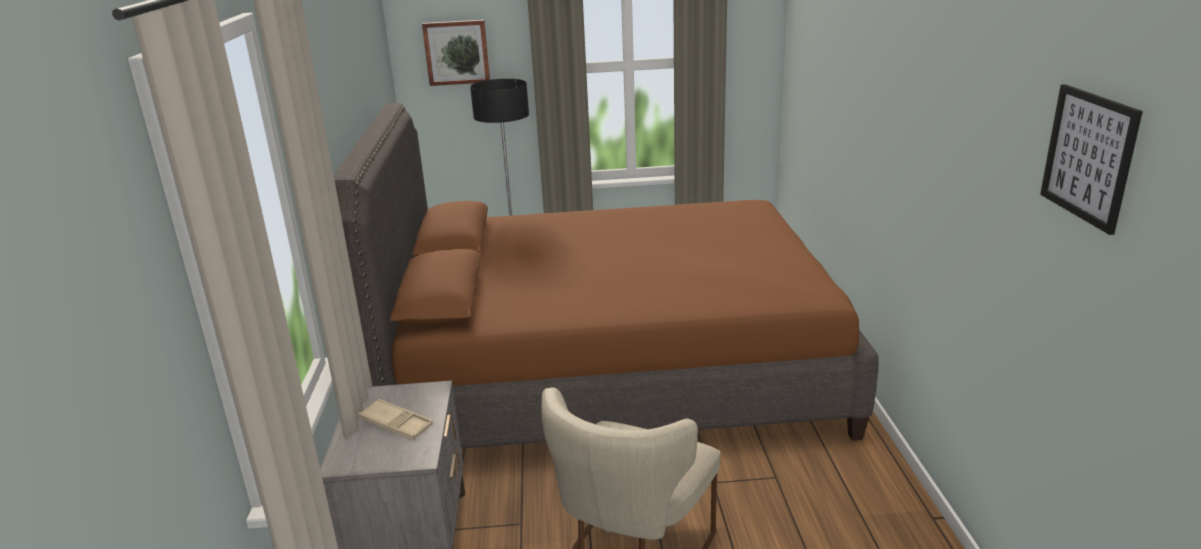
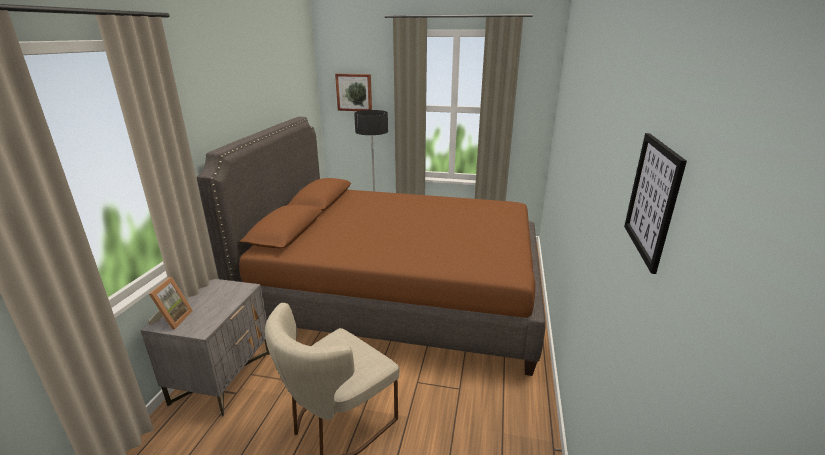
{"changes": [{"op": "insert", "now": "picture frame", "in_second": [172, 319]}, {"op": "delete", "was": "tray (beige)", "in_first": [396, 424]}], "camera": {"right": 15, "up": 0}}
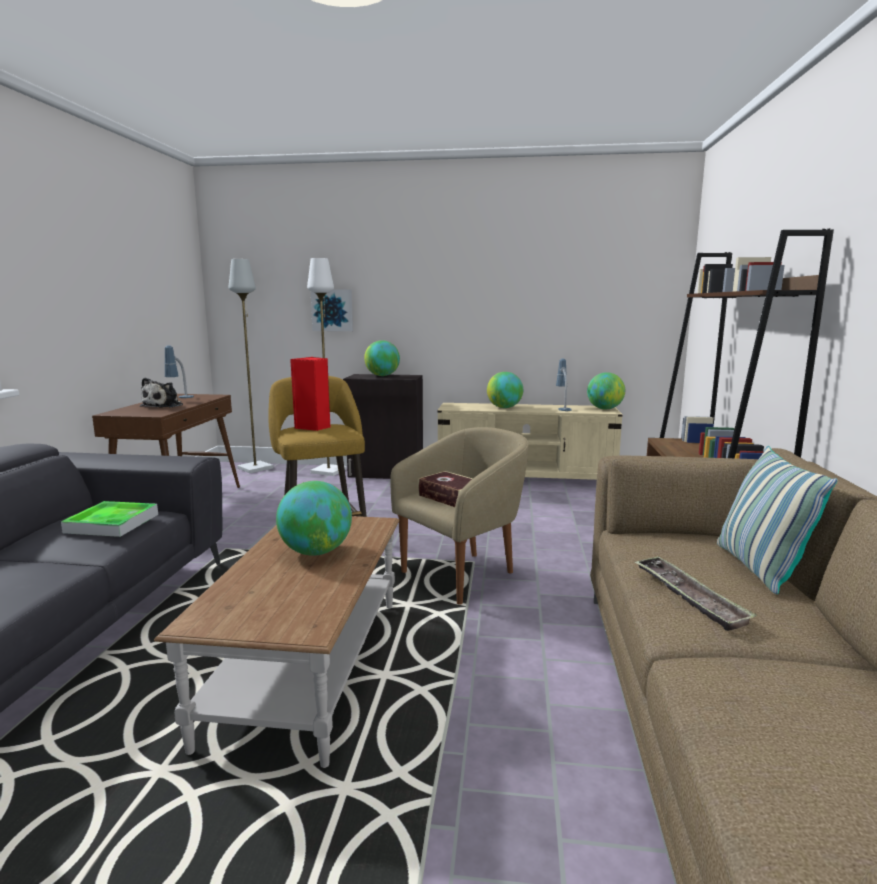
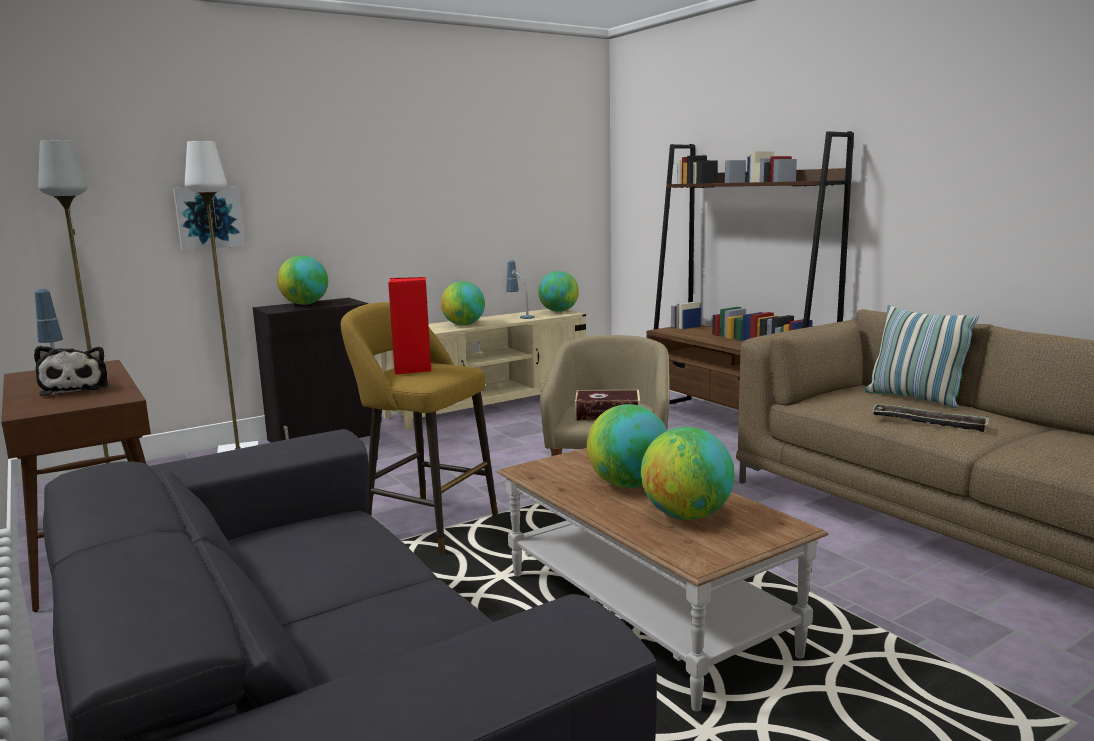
{"changes": [{"op": "insert", "now": "globe", "in_second": [686, 516]}, {"op": "delete", "was": "tray", "in_first": [112, 523]}], "camera": {"right": -40, "up": 0}}
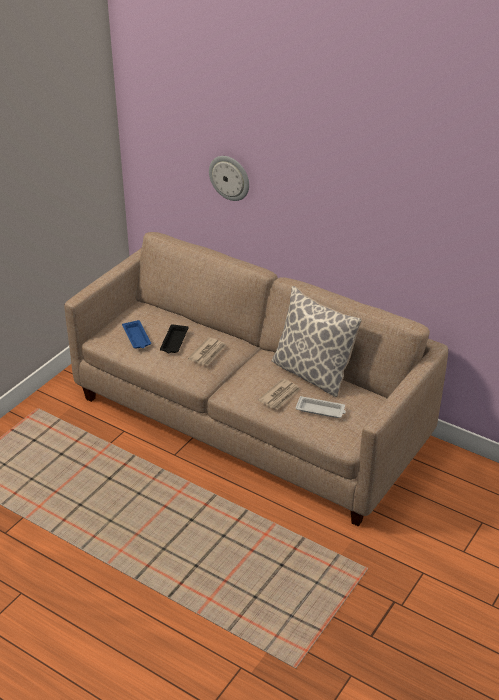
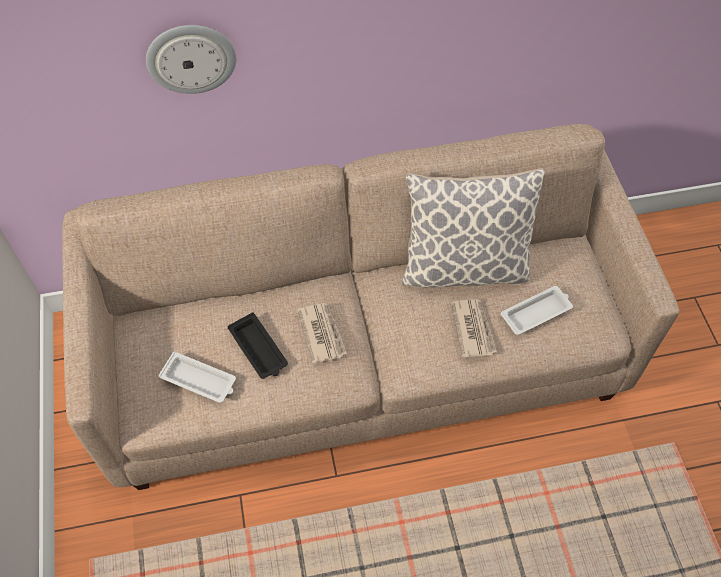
{"changes": [{"op": "recolor", "was": "tray (blue)", "now": "tray (white)", "in_first": [137, 337], "in_second": [200, 380]}], "camera": {"right": -45, "up": 20}}
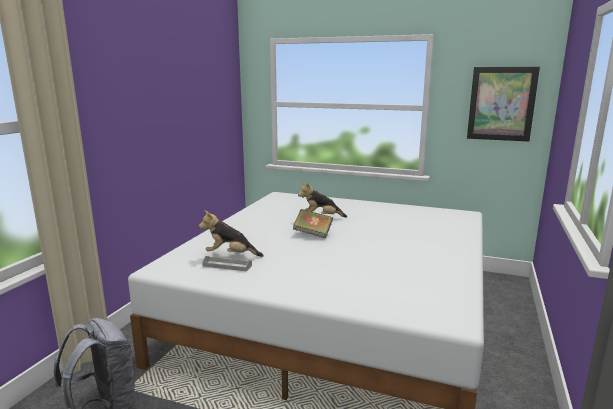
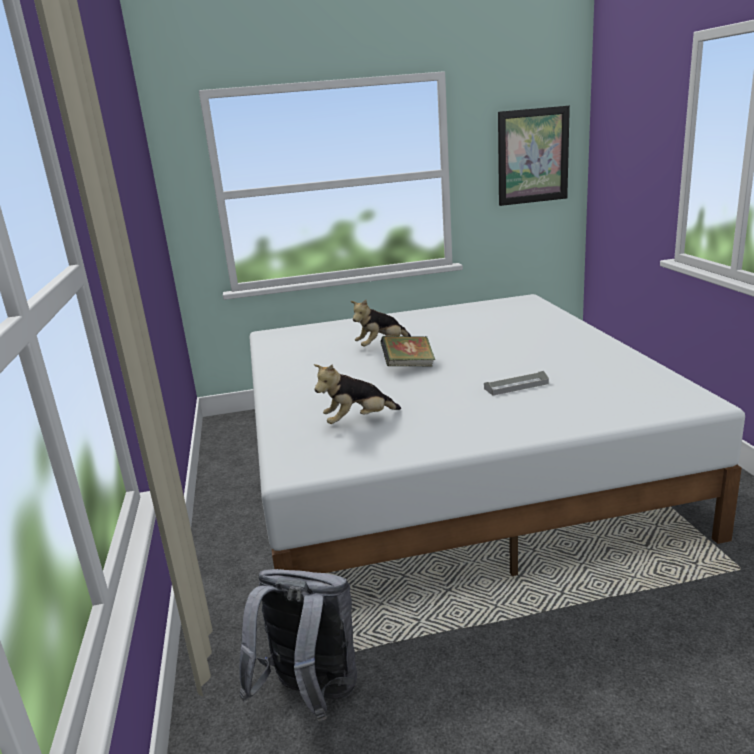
{"changes": [{"op": "move", "was": "tray (grey)", "in_first": [227, 265], "in_second": [516, 386]}], "camera": {"right": -30, "up": 5}}
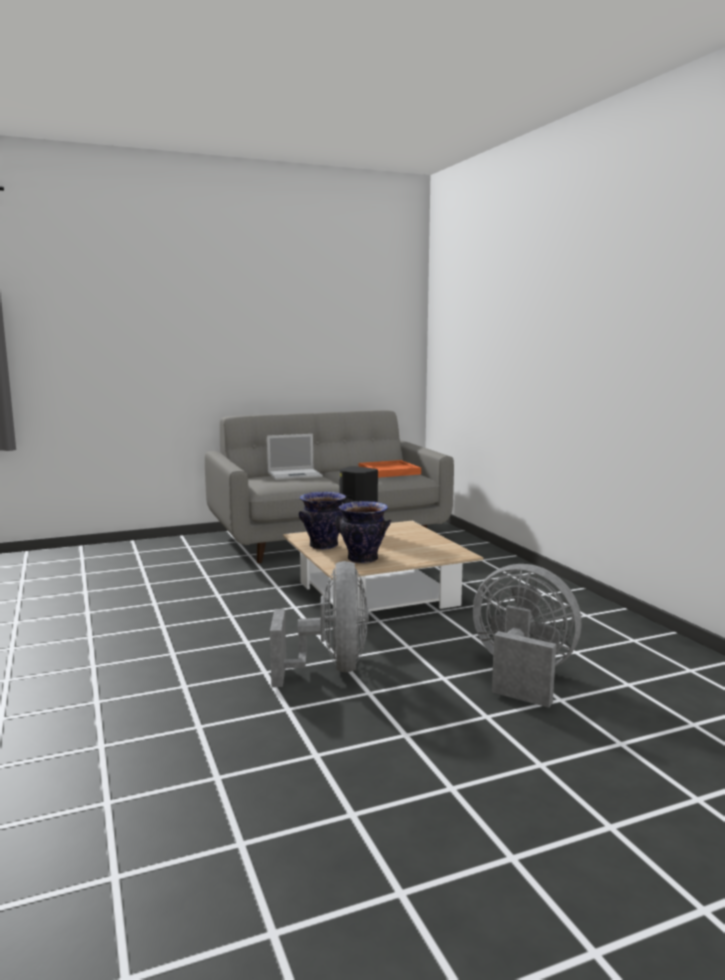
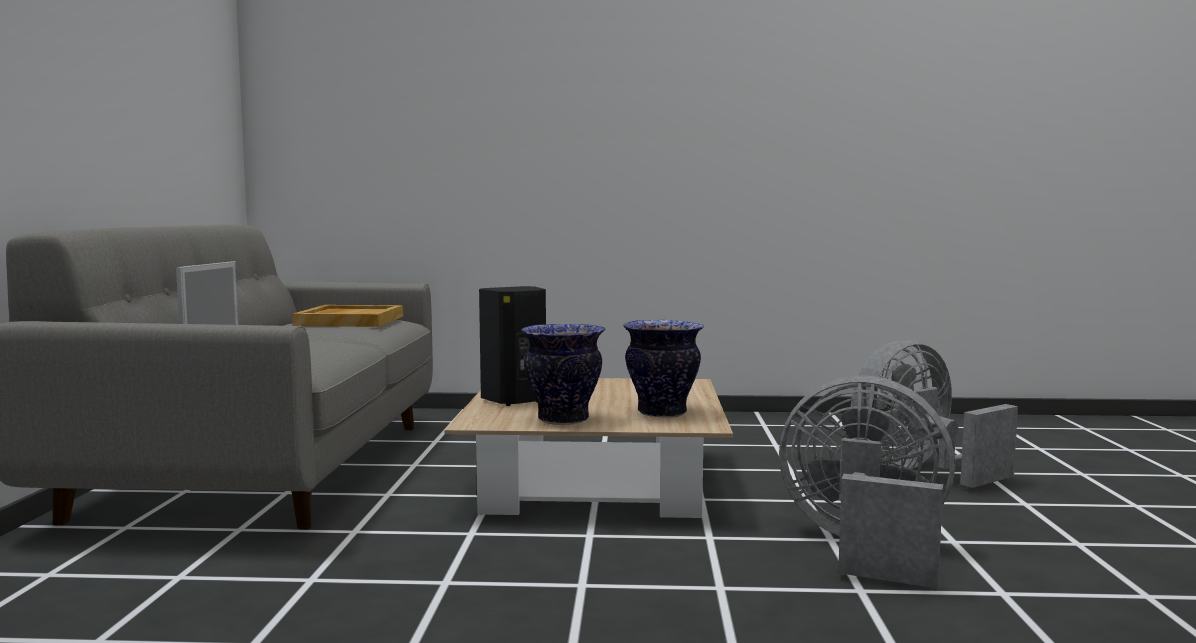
{"changes": [{"op": "recolor", "was": "tray (orange)", "now": "tray (beige)", "in_first": [389, 471], "in_second": [349, 321]}], "camera": {"right": -65, "up": -5}}
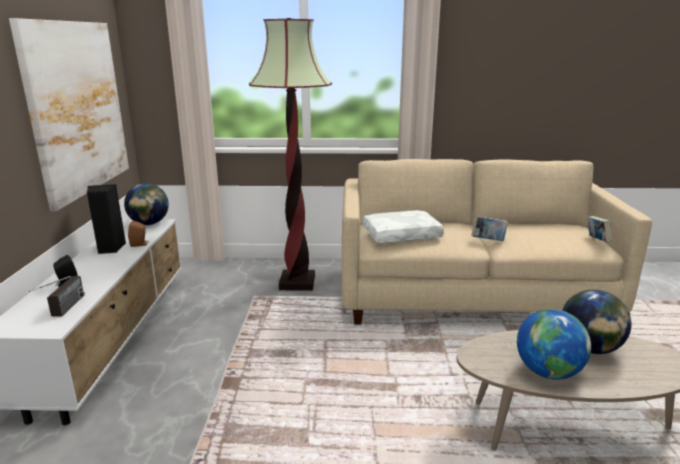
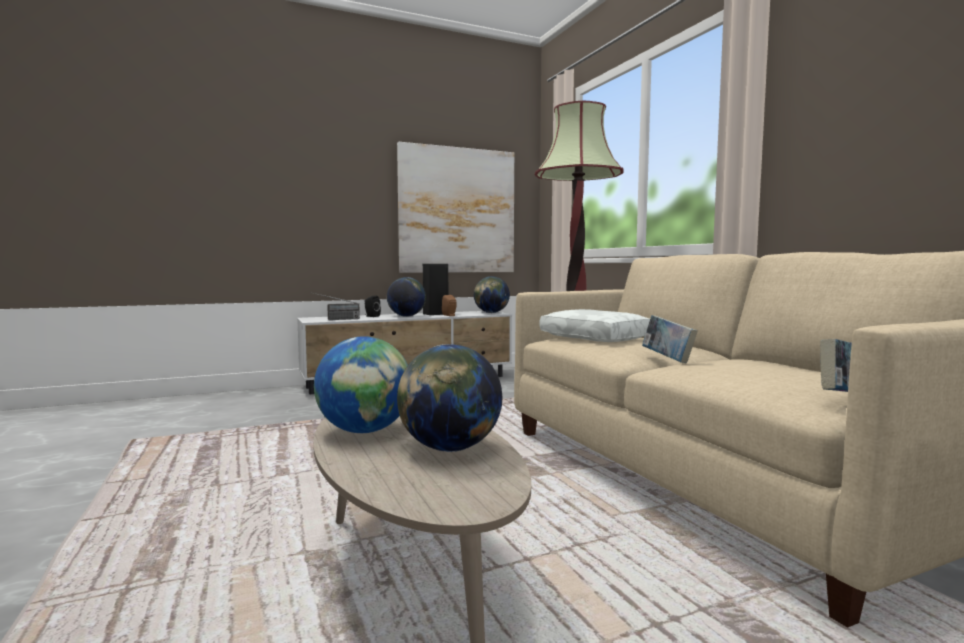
{"changes": [{"op": "insert", "now": "globe", "in_second": [406, 316]}], "camera": {"right": 65, "up": -15}}
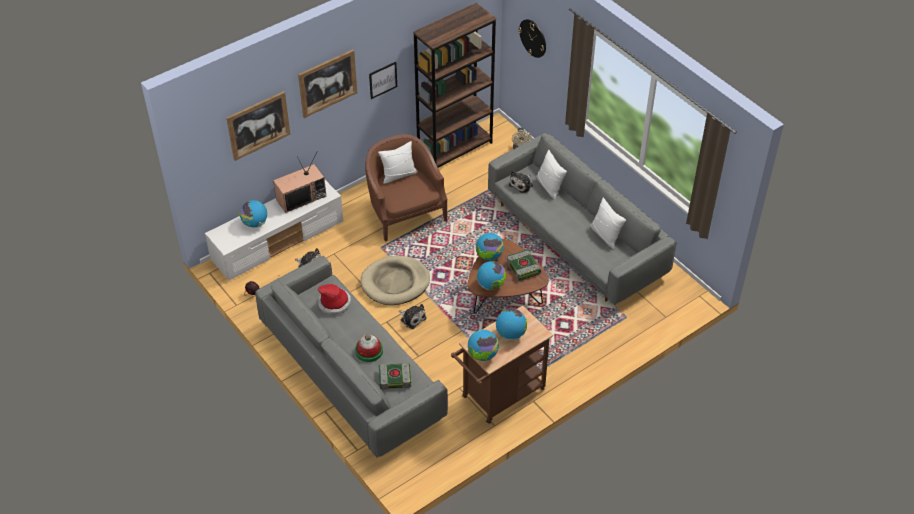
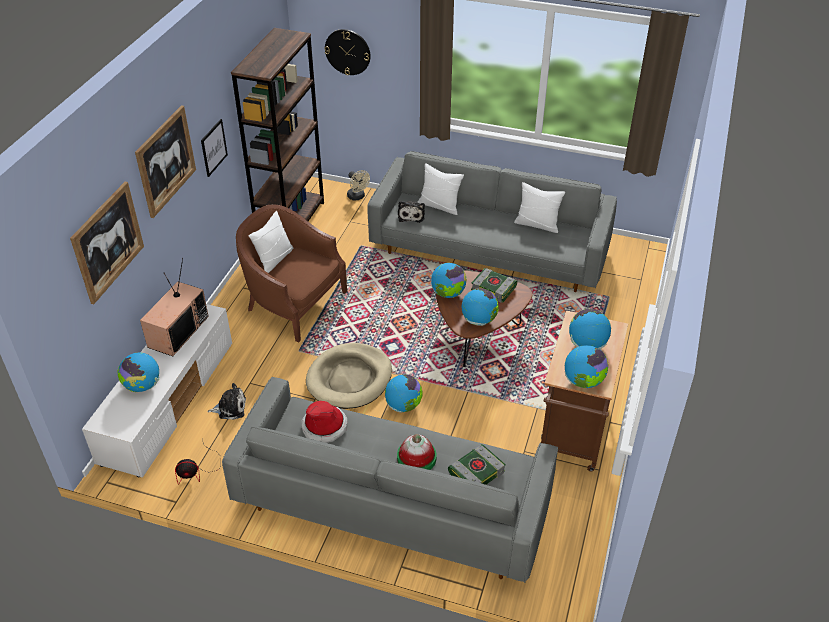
{"changes": [{"op": "replace", "was": "plush toy", "now": "globe", "in_first": [412, 318], "in_second": [403, 406]}], "camera": {"right": -35, "up": -5}}
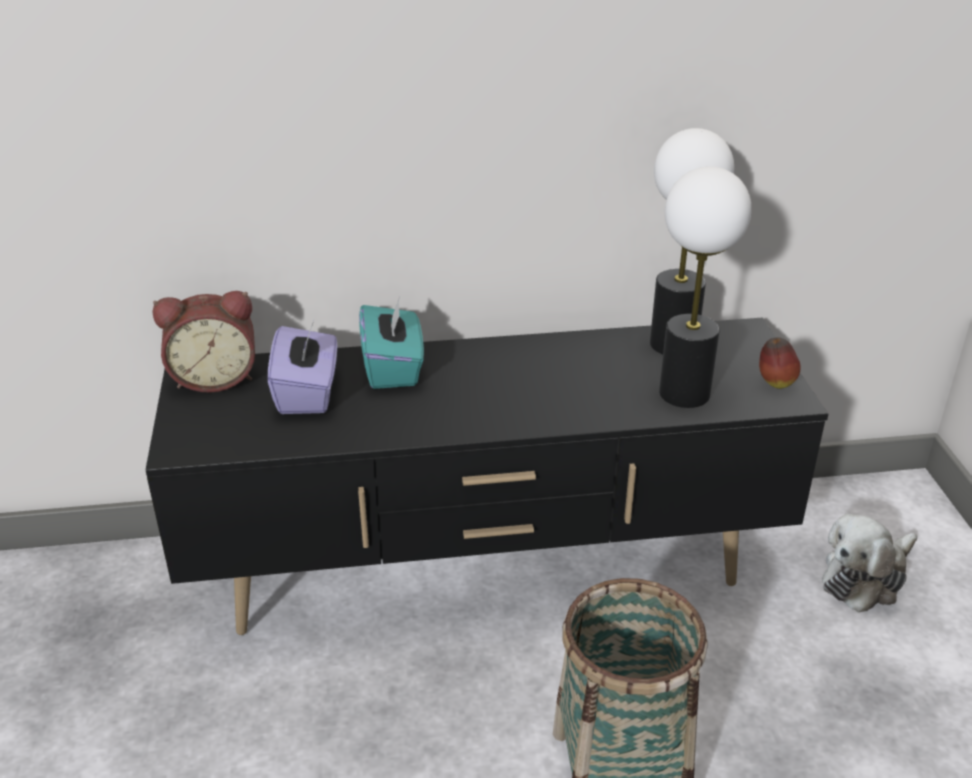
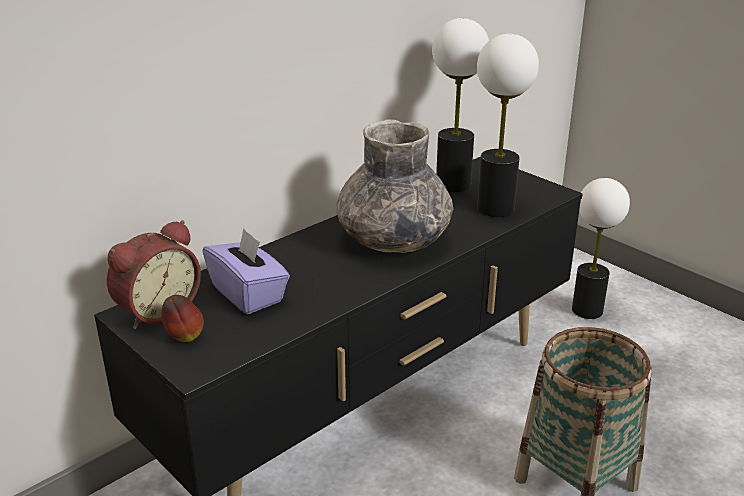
{"changes": [{"op": "move", "was": "apple", "in_first": [774, 383], "in_second": [184, 337]}, {"op": "insert", "now": "vase (grey)", "in_second": [393, 240]}, {"op": "replace", "was": "plush toy", "now": "table lamp", "in_first": [865, 578], "in_second": [587, 310]}, {"op": "delete", "was": "tissue box (turquoise)", "in_first": [393, 368]}], "camera": {"right": -35, "up": -5}}
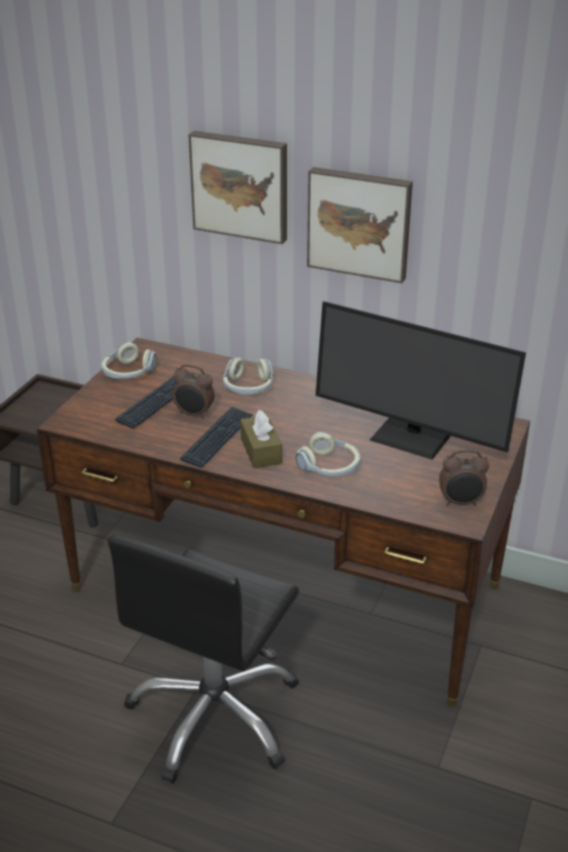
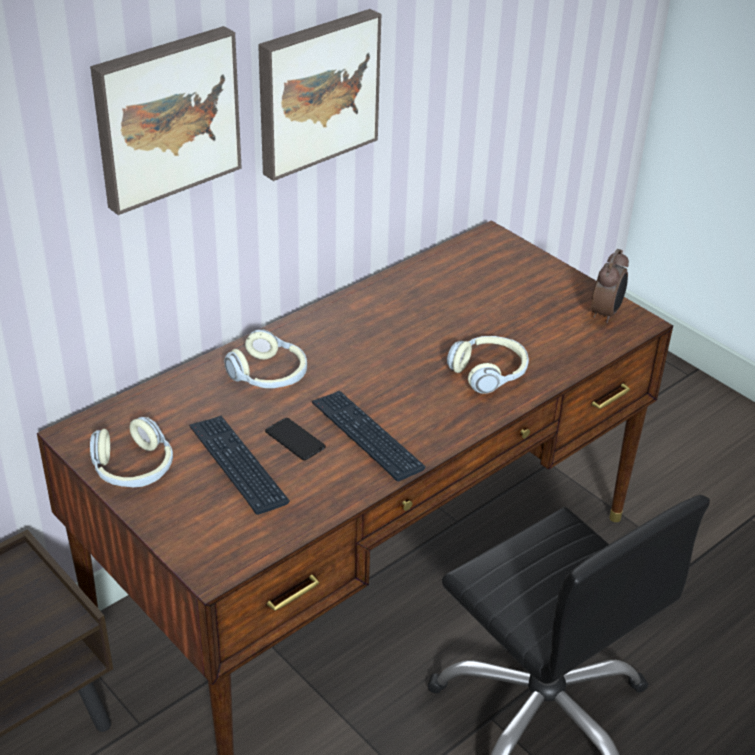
{"changes": [{"op": "replace", "was": "alarm clock", "now": "phone", "in_first": [194, 414], "in_second": [295, 440]}, {"op": "delete", "was": "tissue box (brown)", "in_first": [261, 451]}, {"op": "delete", "was": "monitor", "in_first": [413, 434]}], "camera": {"right": -65, "up": 5}}
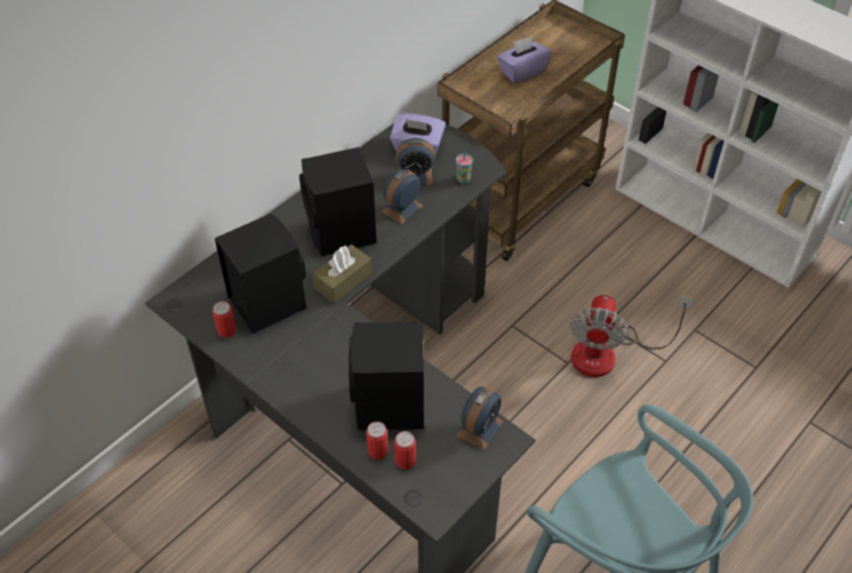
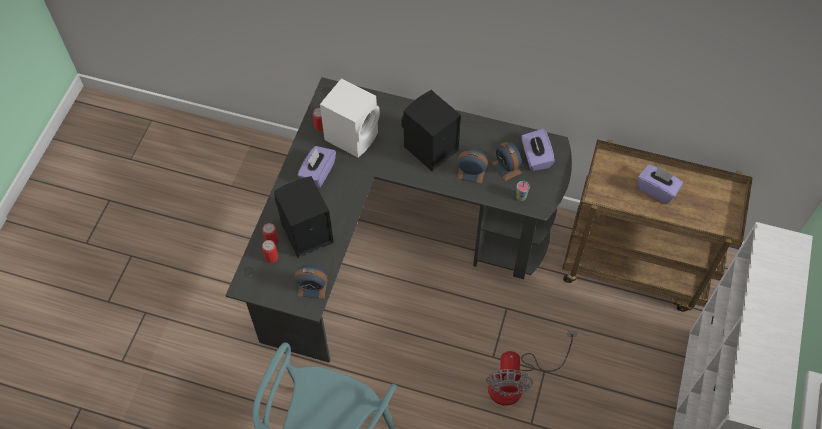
{"changes": [{"op": "insert", "now": "tissue box (purple)", "in_second": [317, 173]}, {"op": "recolor", "was": "speaker (black)", "now": "speaker (white)", "in_first": [267, 301], "in_second": [353, 135]}, {"op": "rotate", "was": "fan", "in_first": [608, 353], "in_second": [516, 381], "clockwise": -75}, {"op": "delete", "was": "tissue box (brown)", "in_first": [343, 281]}], "camera": {"right": 65, "up": 10}}
